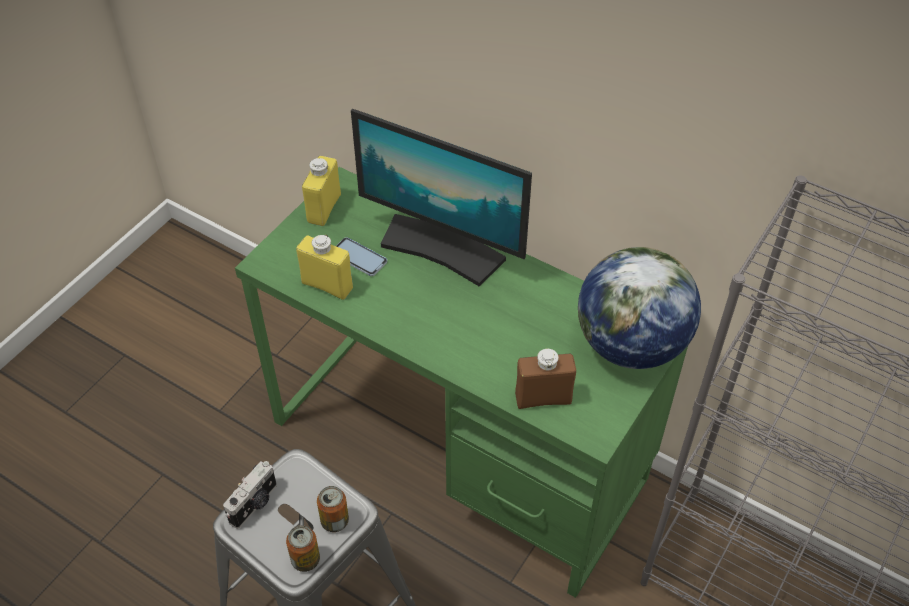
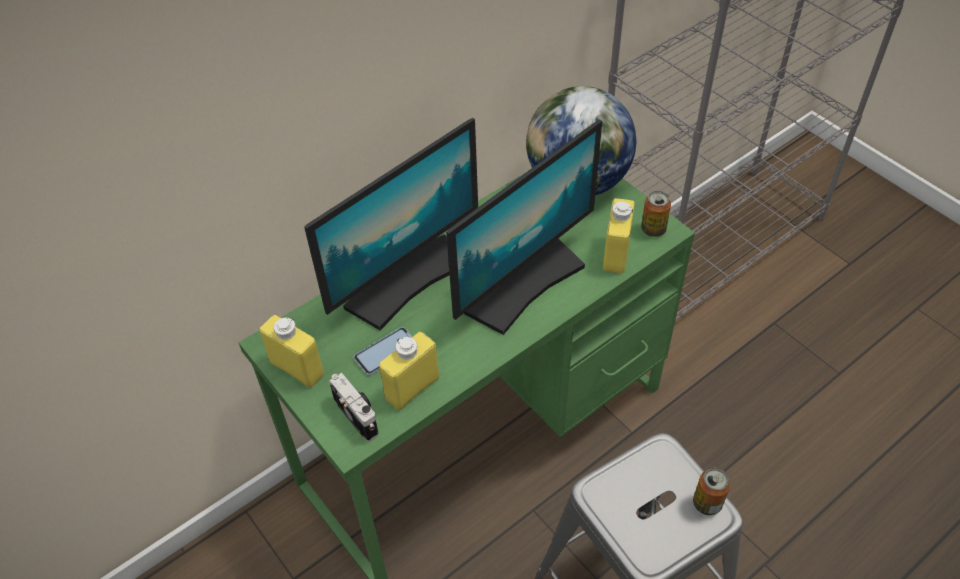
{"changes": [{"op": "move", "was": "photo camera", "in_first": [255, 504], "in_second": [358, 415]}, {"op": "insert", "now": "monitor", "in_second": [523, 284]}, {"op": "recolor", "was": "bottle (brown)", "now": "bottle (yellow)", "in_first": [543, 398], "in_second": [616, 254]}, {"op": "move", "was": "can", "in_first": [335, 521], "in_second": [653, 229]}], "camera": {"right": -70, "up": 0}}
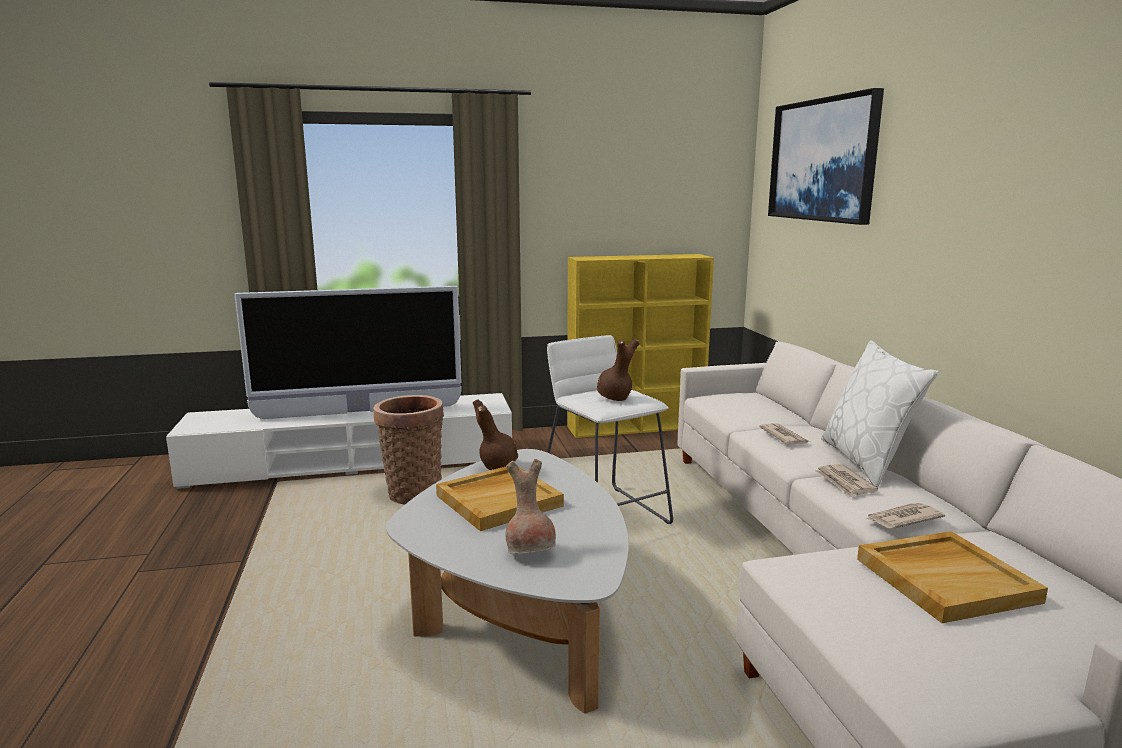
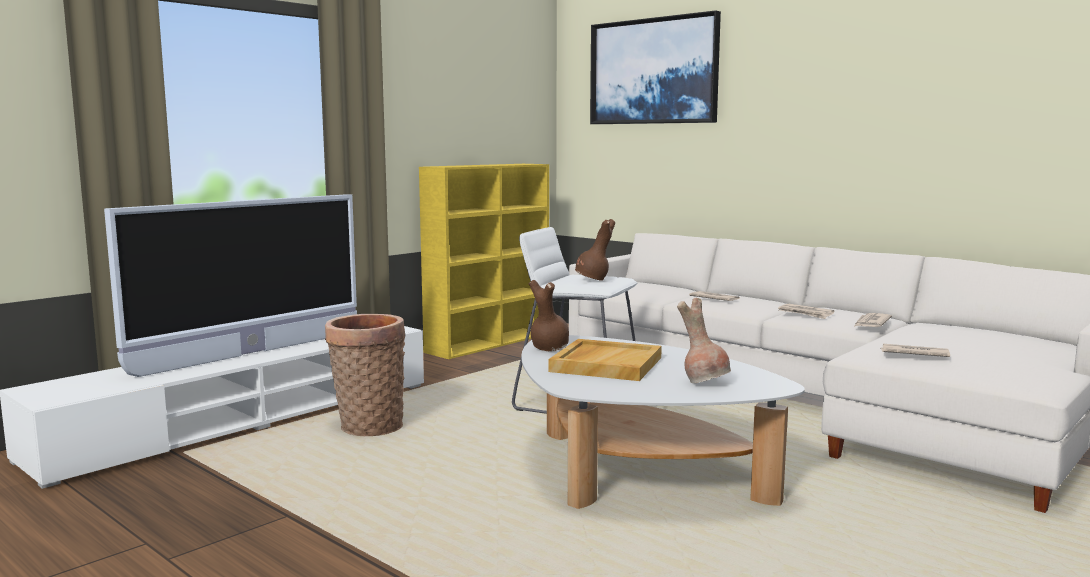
{"changes": [{"op": "insert", "now": "newspaper", "in_second": [913, 354]}, {"op": "delete", "was": "pillow (white)", "in_first": [867, 461]}, {"op": "delete", "was": "tray (beige)", "in_first": [946, 579]}], "camera": {"right": -35, "up": -5}}
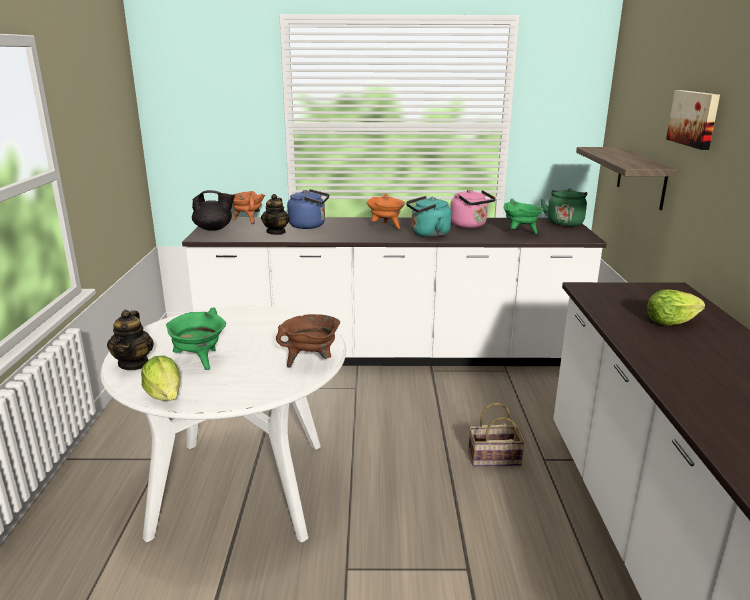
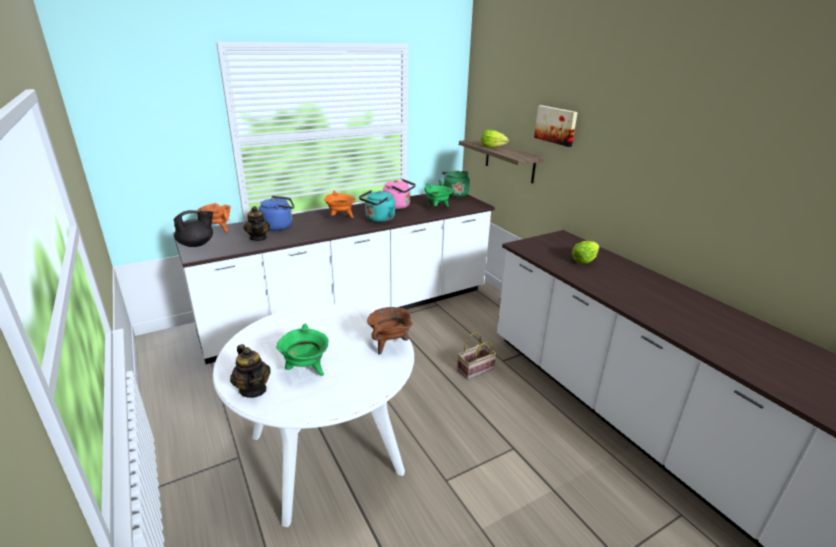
{"changes": [{"op": "move", "was": "lettuce", "in_first": [165, 395], "in_second": [492, 147]}], "camera": {"right": -30, "up": 5}}
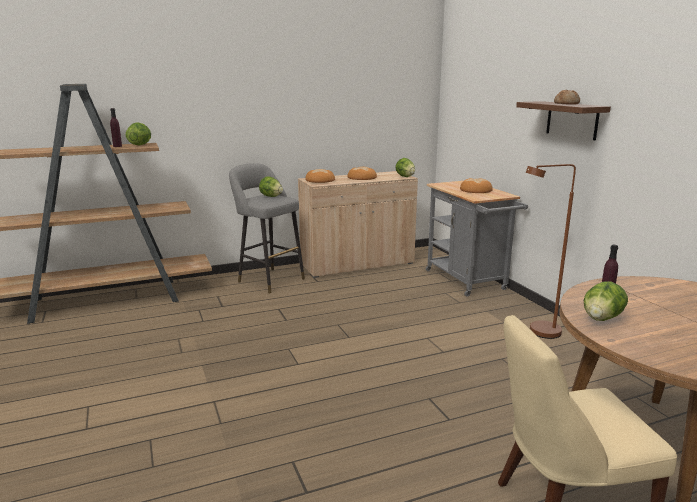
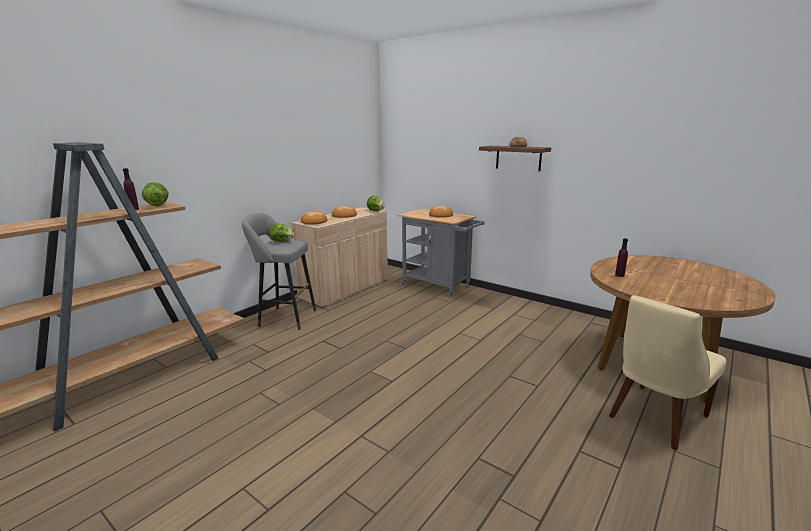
{"changes": [{"op": "delete", "was": "floor lamp (brown)", "in_first": [538, 333]}, {"op": "delete", "was": "lettuce", "in_first": [601, 318]}], "camera": {"right": -30, "up": 0}}
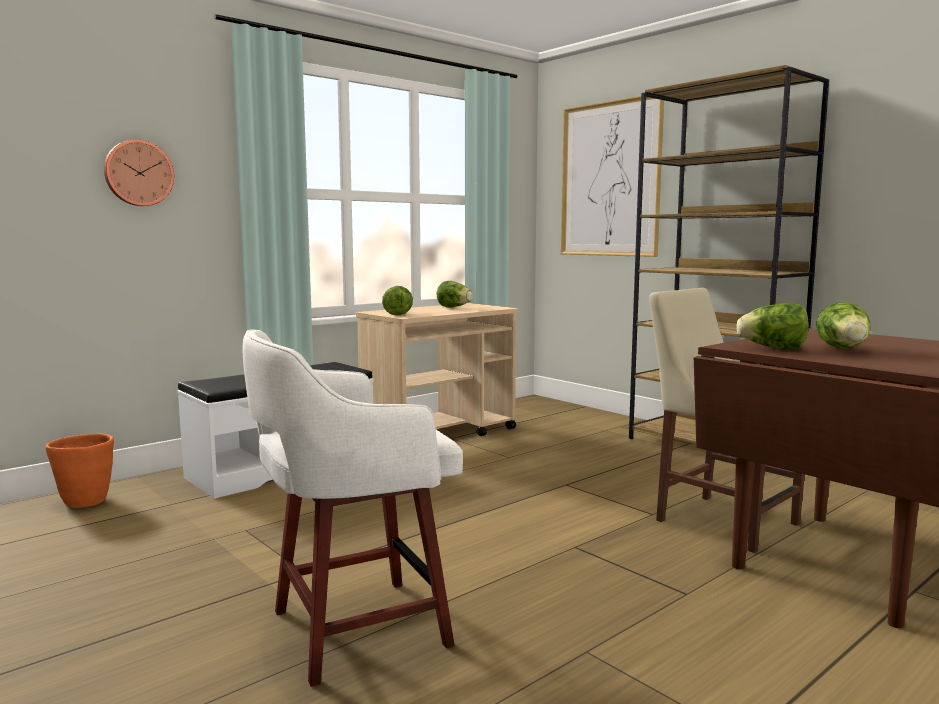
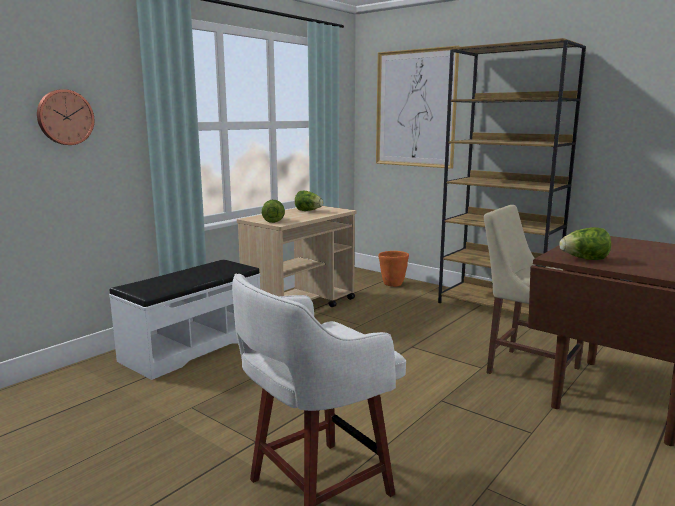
{"changes": [{"op": "move", "was": "planter (orange)", "in_first": [85, 502], "in_second": [392, 284]}, {"op": "delete", "was": "lettuce", "in_first": [844, 349]}], "camera": {"right": -10, "up": 5}}
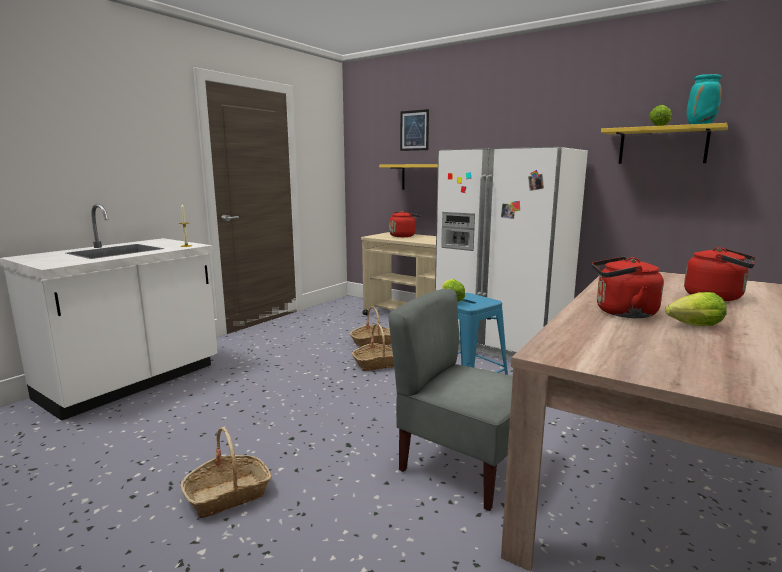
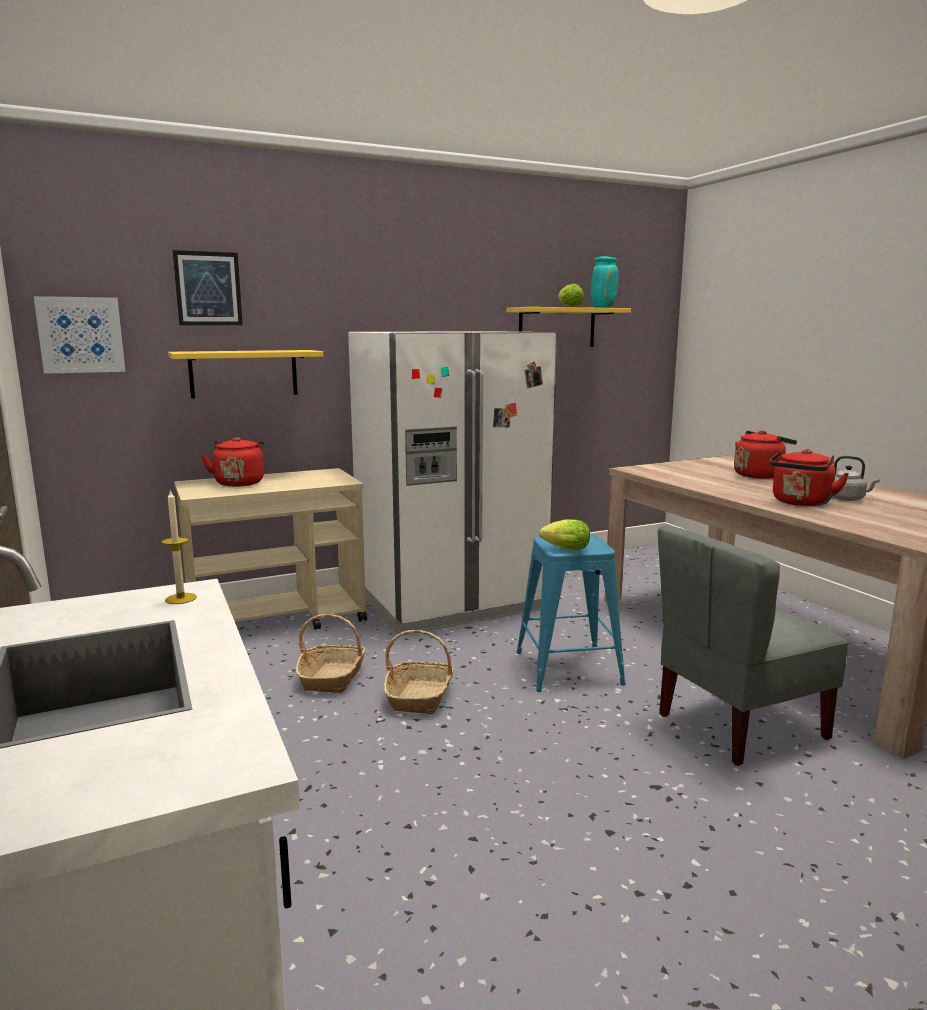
{"changes": [{"op": "insert", "now": "picture", "in_second": [81, 335]}, {"op": "replace", "was": "lettuce", "now": "kettle (grey)", "in_first": [692, 326], "in_second": [847, 499]}, {"op": "delete", "was": "basket", "in_first": [228, 495]}], "camera": {"right": -60, "up": 0}}
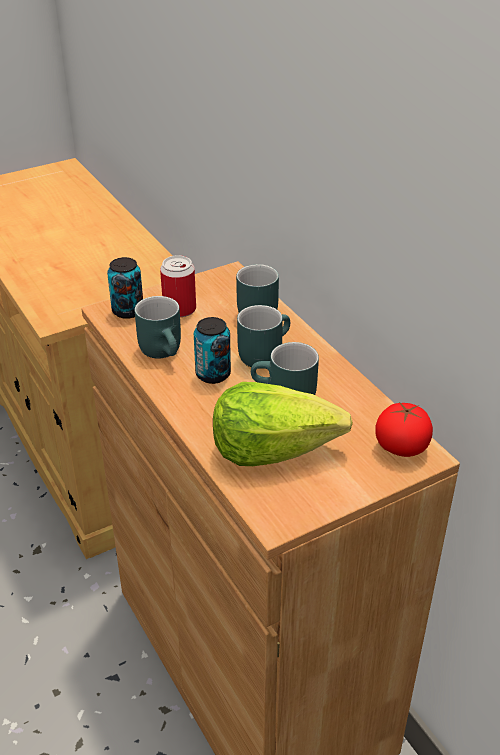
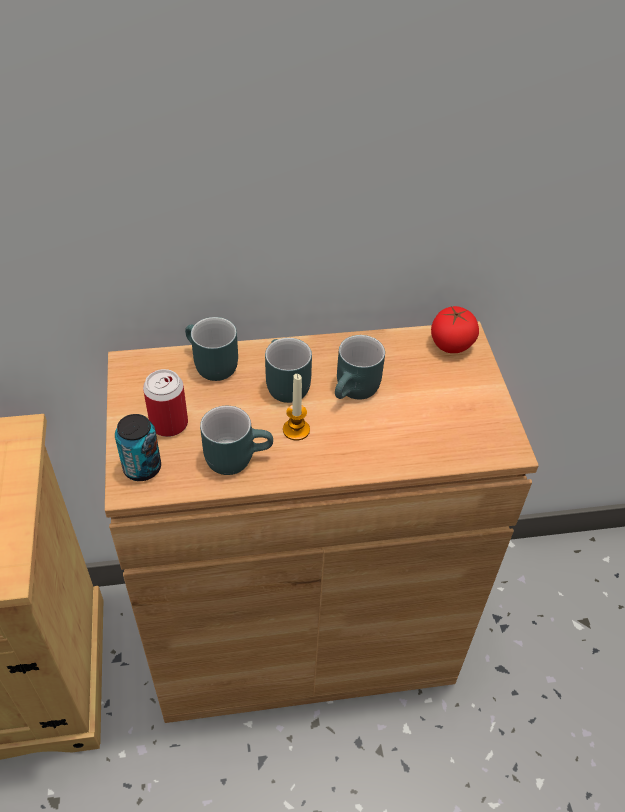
{"changes": [{"op": "replace", "was": "can", "now": "candle", "in_first": [213, 374], "in_second": [296, 430]}, {"op": "delete", "was": "lettuce", "in_first": [273, 448]}], "camera": {"right": -70, "up": 10}}
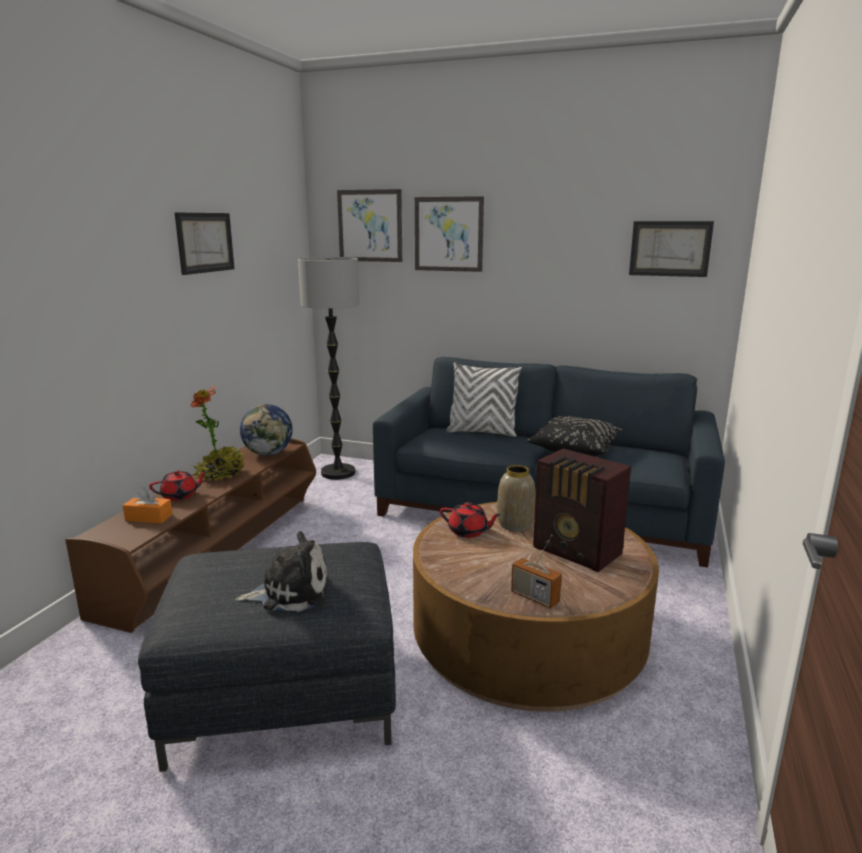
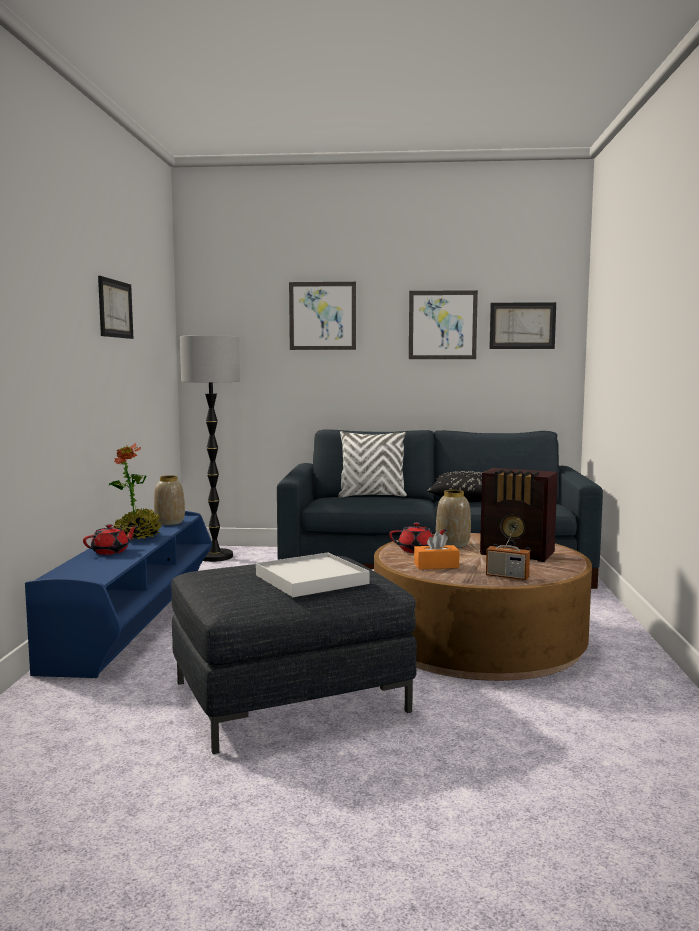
{"changes": [{"op": "recolor", "was": "tv stand (brown)", "now": "tv stand (blue)", "in_first": [219, 551], "in_second": [138, 618]}, {"op": "replace", "was": "globe", "now": "vase", "in_first": [268, 453], "in_second": [170, 522]}, {"op": "replace", "was": "plush toy", "now": "tray (white)", "in_first": [290, 592], "in_second": [311, 579]}, {"op": "move", "was": "picture", "in_first": [370, 226], "in_second": [442, 325]}, {"op": "move", "was": "tissue box (orange)", "in_first": [149, 517], "in_second": [436, 565]}], "camera": {"right": -15, "up": -10}}
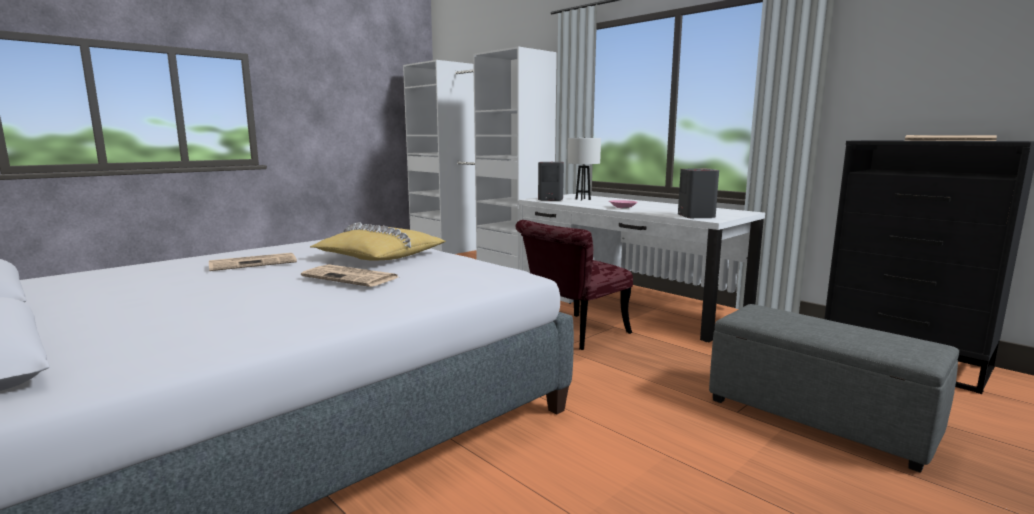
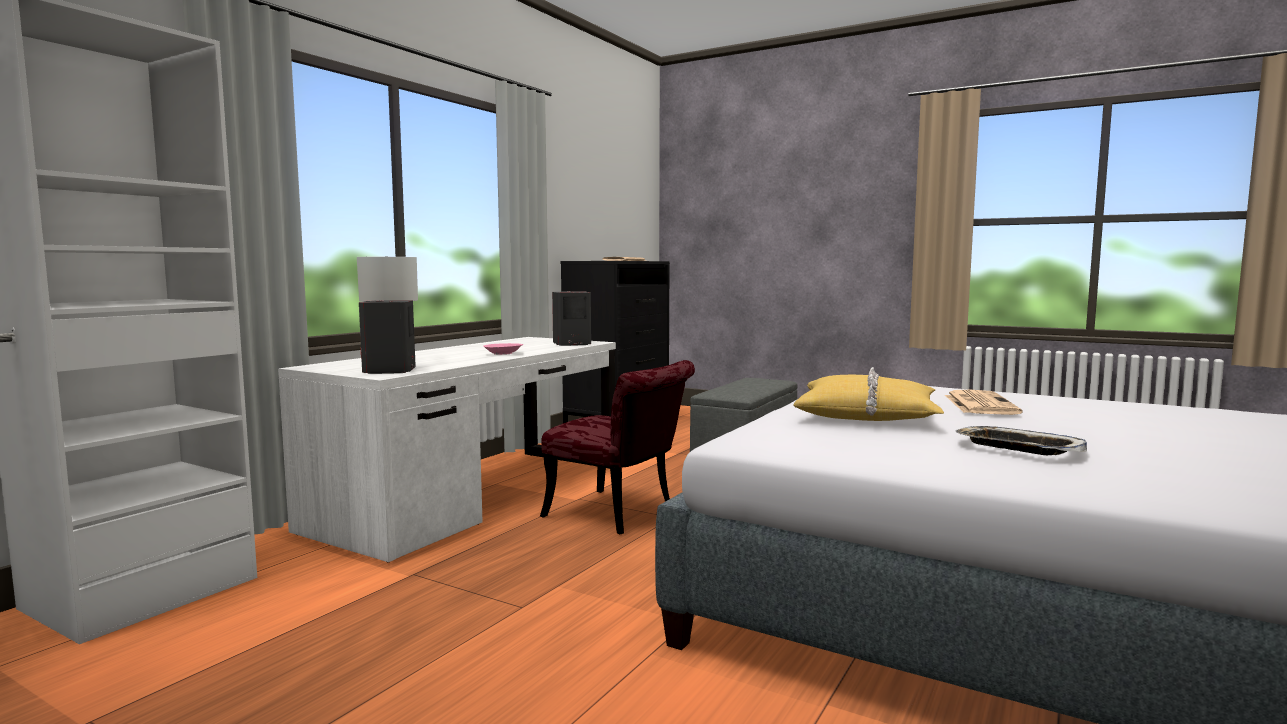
{"changes": [{"op": "replace", "was": "newspaper", "now": "tray", "in_first": [254, 263], "in_second": [1017, 448]}], "camera": {"right": -105, "up": -5}}
